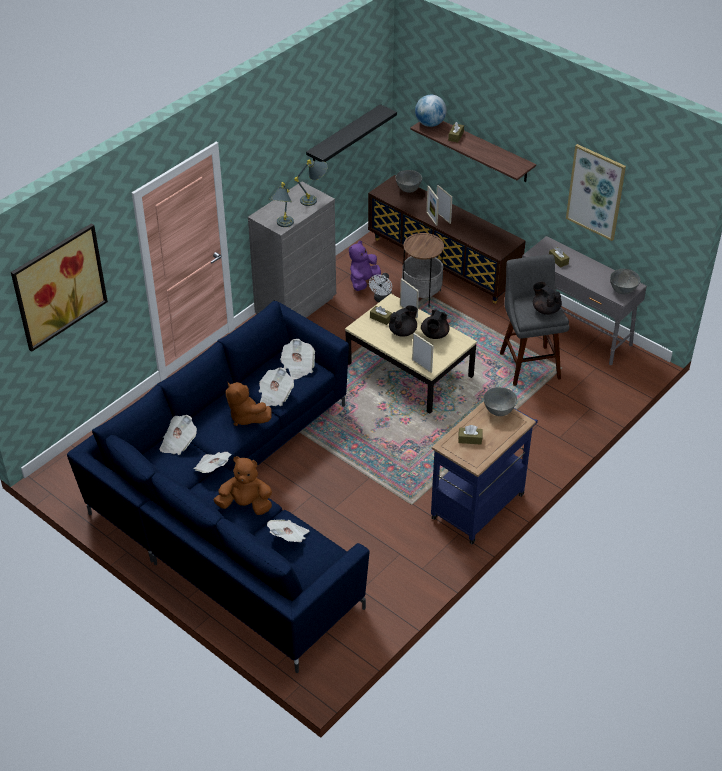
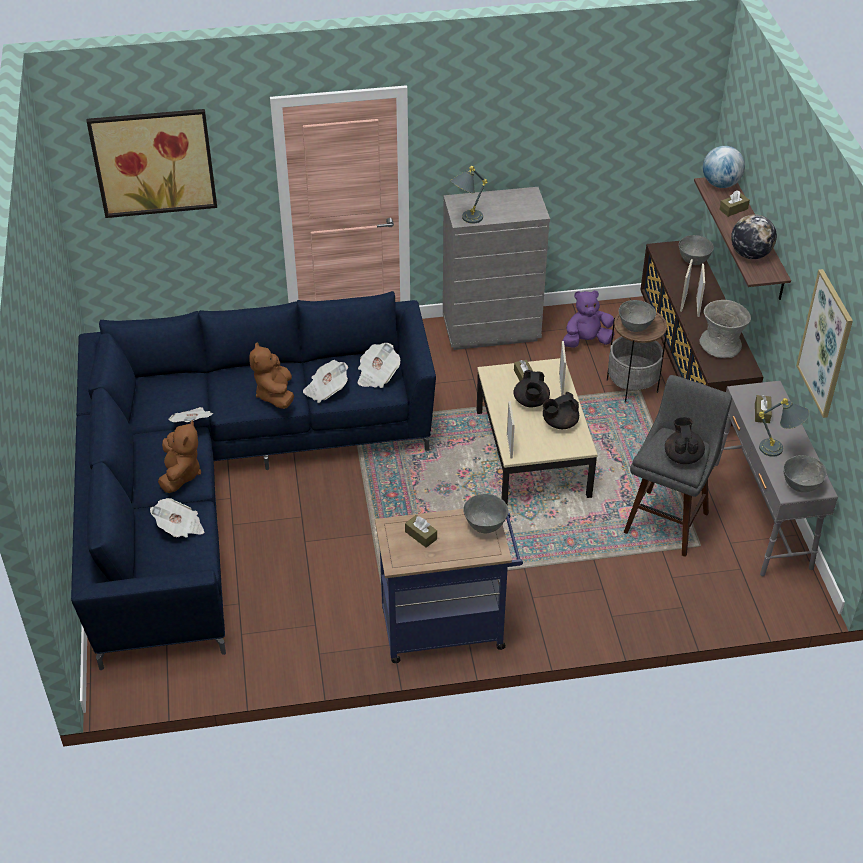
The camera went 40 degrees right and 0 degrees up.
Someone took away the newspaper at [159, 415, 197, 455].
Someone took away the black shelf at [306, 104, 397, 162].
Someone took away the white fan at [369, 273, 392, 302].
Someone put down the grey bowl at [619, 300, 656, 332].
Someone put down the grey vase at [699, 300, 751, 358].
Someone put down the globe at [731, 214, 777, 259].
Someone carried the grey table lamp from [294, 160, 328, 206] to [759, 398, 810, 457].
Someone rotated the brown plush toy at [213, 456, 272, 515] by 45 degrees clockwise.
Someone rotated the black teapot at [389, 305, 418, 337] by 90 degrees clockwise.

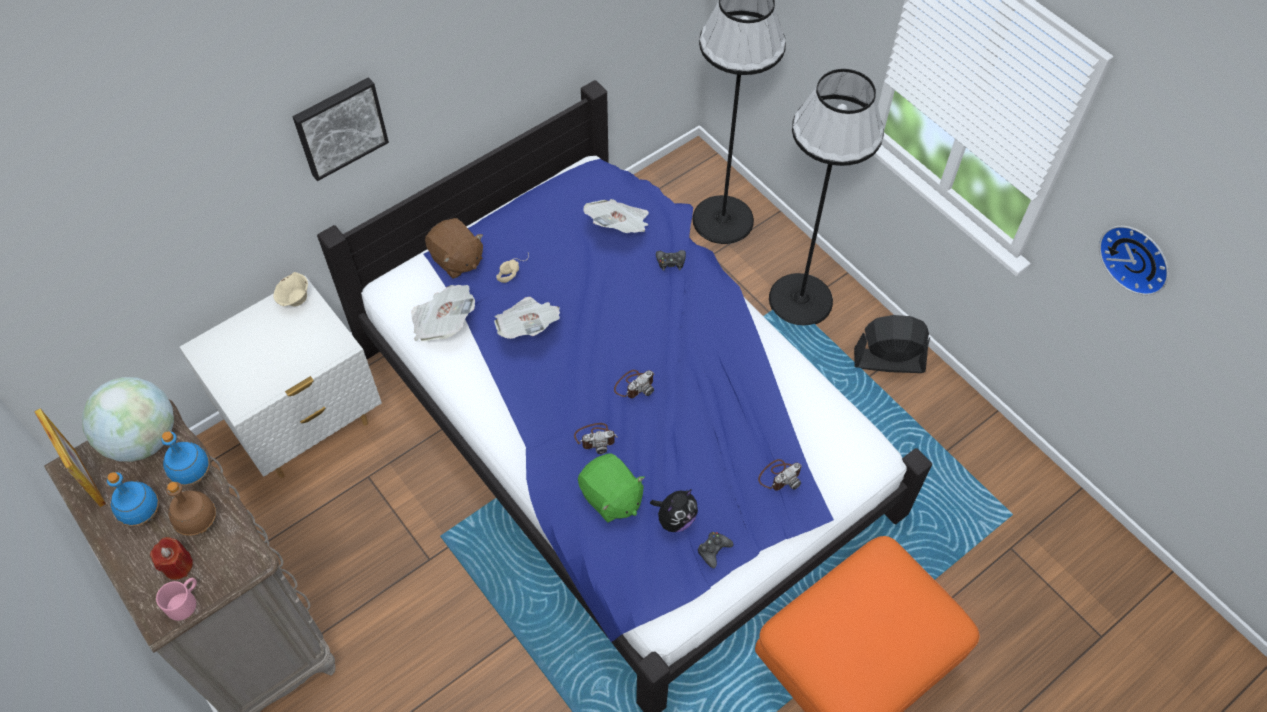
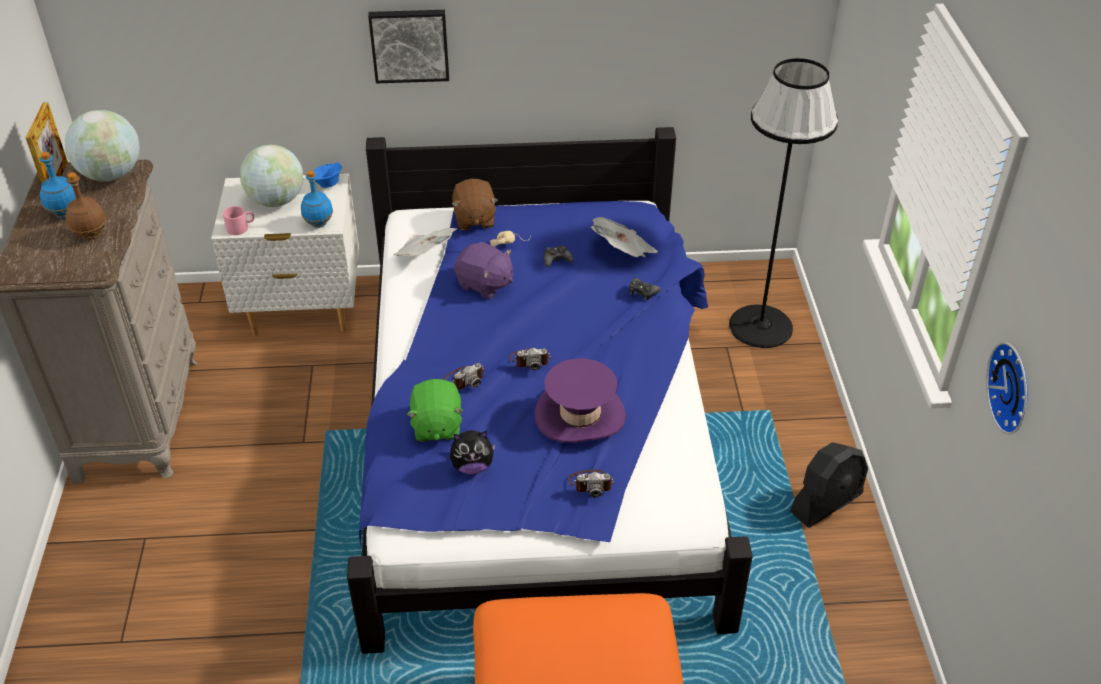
The camera went 35 degrees right and 15 degrees down.
Someone took away the red candle at [150, 537, 193, 580].
Someone took away the black floor lamp at [769, 69, 884, 325].
Someone put down the globe at [240, 145, 303, 207].
Someone put down the purple hat at [535, 358, 626, 443].
Someone carried the pink mug from [156, 578, 197, 621] to [223, 206, 254, 235].
Someone carried the blue bottle from [161, 431, 210, 486] to [301, 171, 333, 228].
Someone carried the black game controller from [698, 532, 733, 569] to [544, 245, 573, 267].
Someone swapped the newspaper at [494, 297, 560, 339] for the purple plush toy at [454, 242, 513, 299].
Someone repainted the beige bowl at [273, 272, 308, 306], which became the blue bowl at [313, 162, 342, 188].
Someone rotated the photo camera at [574, 423, 618, 454] by 60 degrees counterclockwise.
Someone rotated the black fan at [854, 315, 930, 373] by 105 degrees clockwise.

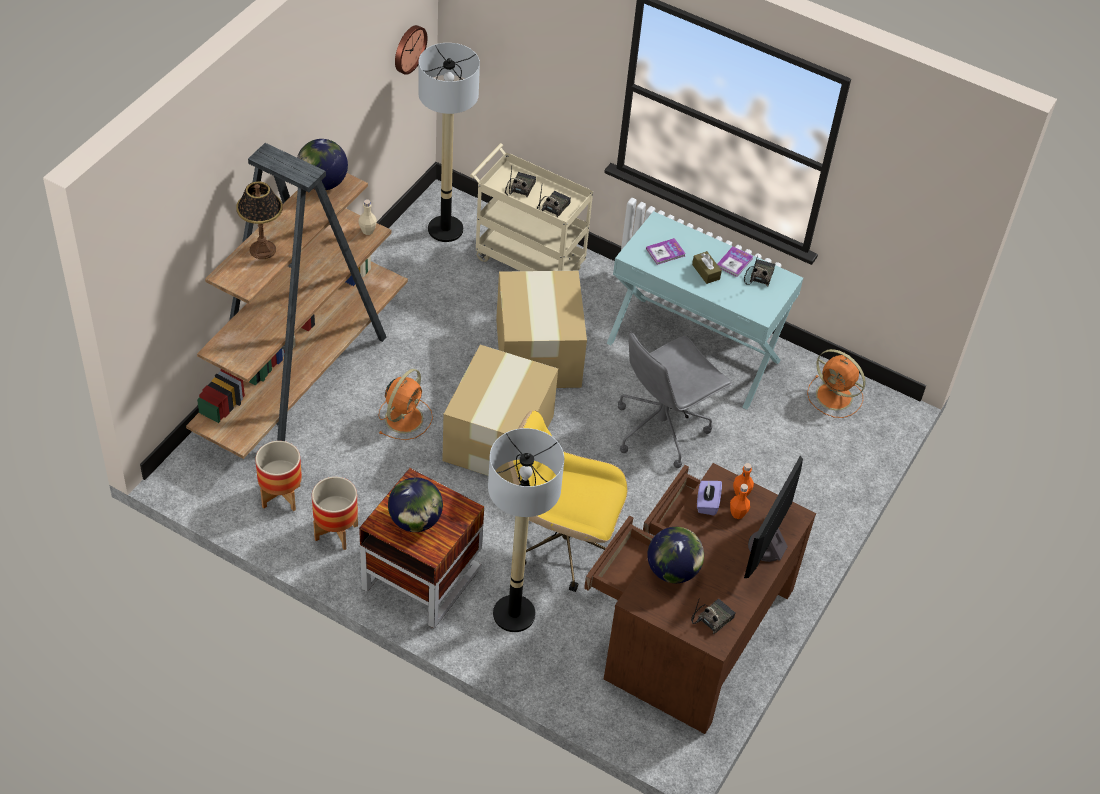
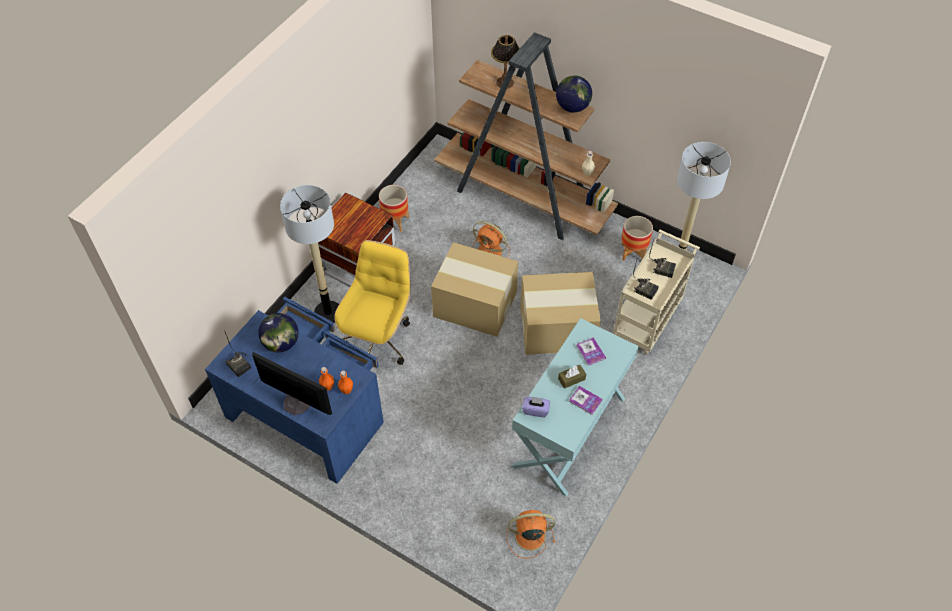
The camera went 95 degrees right and 5 degrees up.
Someone took away the globe at [388, 477, 443, 532].
Someone took away the wall clock at [395, 25, 427, 75].
Someone took away the grey office chair at [618, 331, 733, 468].
Someone took away the radio at [744, 255, 775, 286].
Someone carried the planter from [255, 441, 302, 511] to [621, 216, 653, 261].
Someone carried the purple tissue box from [697, 481, 722, 515] to [522, 397, 550, 417].
Someone repainted the brown desk at [584, 463, 816, 734], which became the blue desk at [205, 297, 384, 484].
Someone rotated the orange fan at [807, 349, 865, 418] by 45 degrees clockwise.

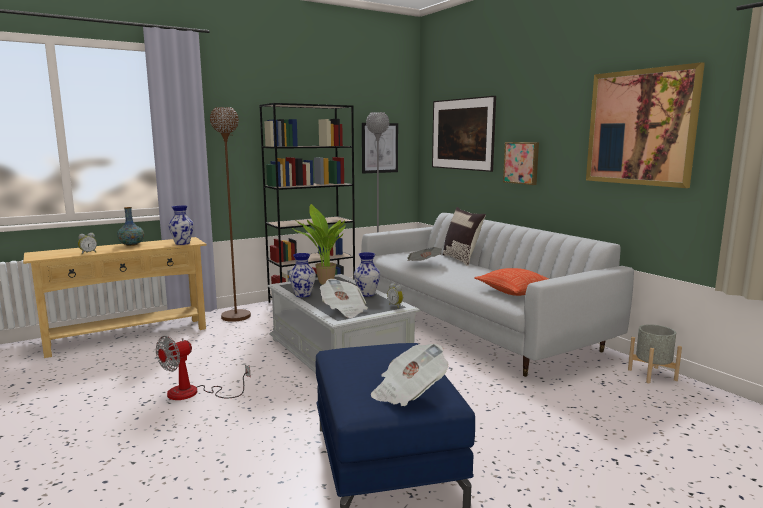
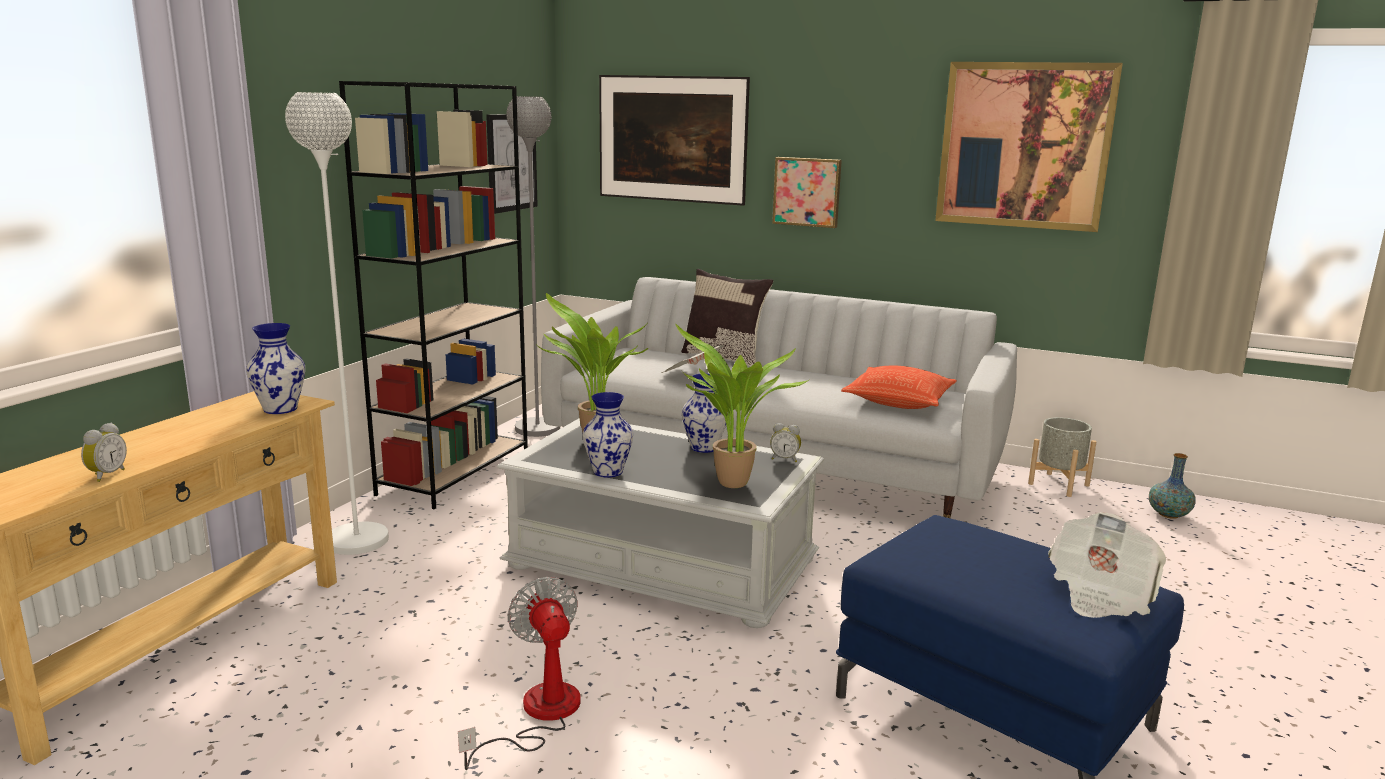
The camera went 35 degrees left and 5 degrees up.
Someone carried the vase from [117, 207, 144, 246] to [1149, 453, 1196, 519].
Someone swapped the newspaper at [320, 279, 368, 318] for the potted plant at [675, 323, 810, 488].
Someone repainted the brown floor lamp at [210, 107, 251, 322], which became the white floor lamp at [285, 92, 389, 555].
Someone rotated the fan at [156, 336, 250, 400] by 150 degrees clockwise.

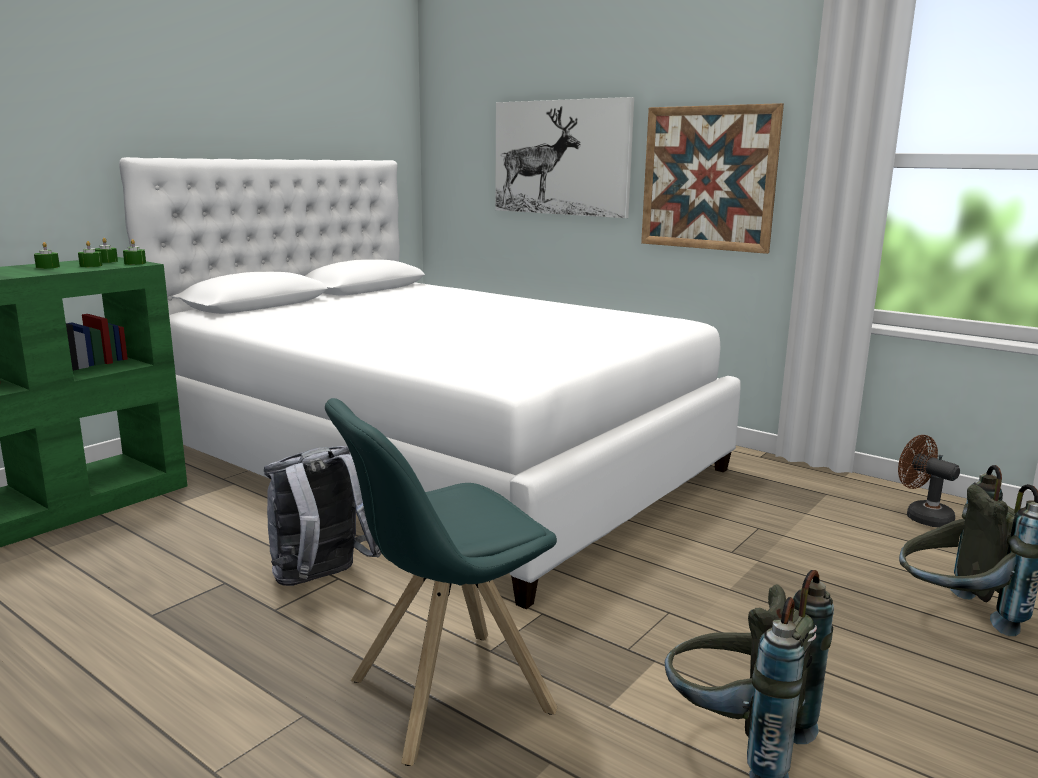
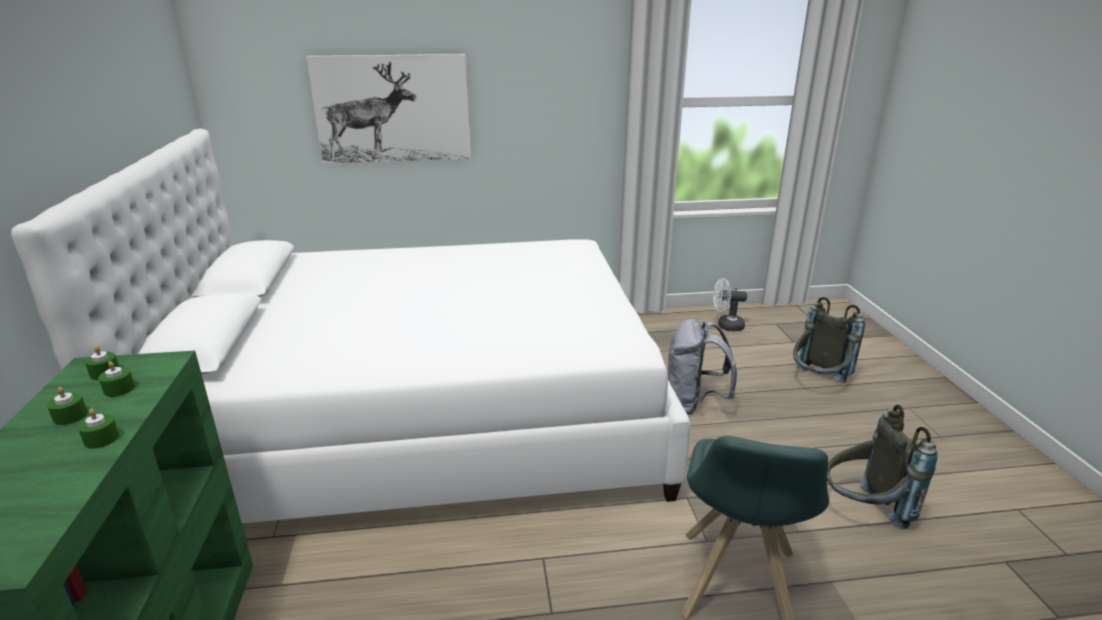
The camera went 45 degrees left and 10 degrees up.
Someone took away the picture at [641, 103, 784, 254].
Someone carried the green candle from [123, 239, 146, 265] to [78, 408, 120, 449].
Someone carried the grey backpack from [264, 446, 382, 586] to [668, 318, 737, 414].
Someone repainted the brown fan at [898, 435, 960, 527], which became the white fan at [713, 278, 747, 331].

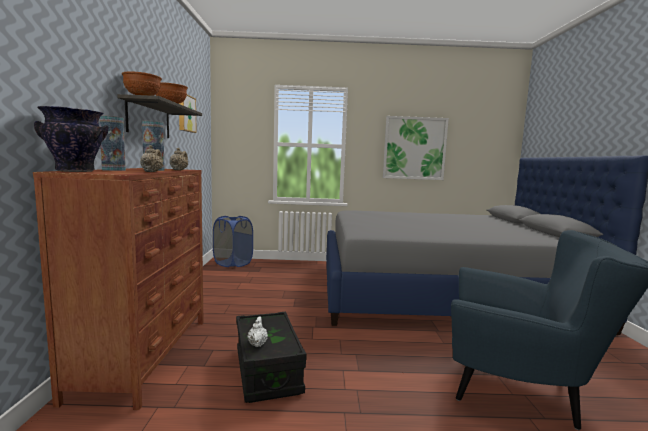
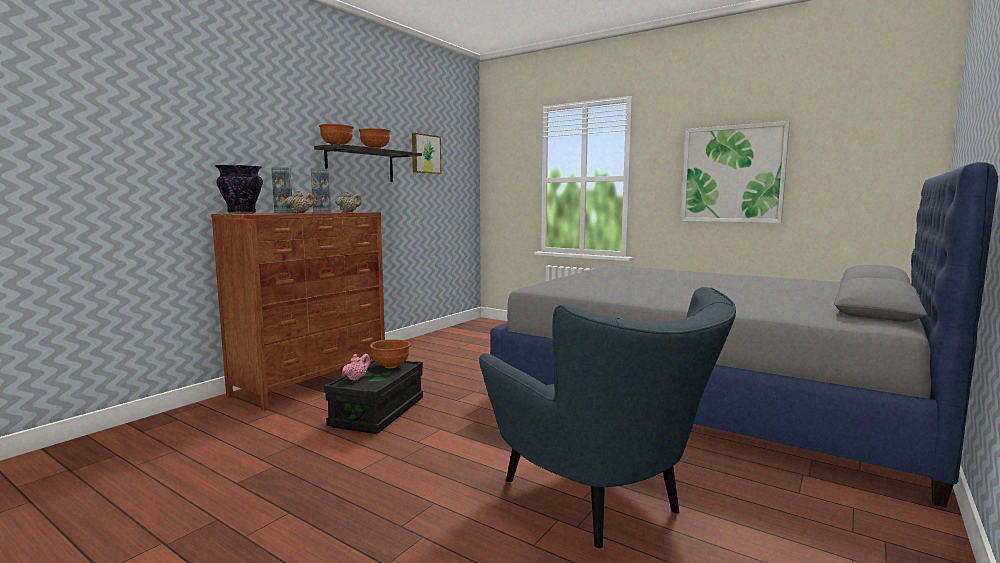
The camera went 35 degrees right and 0 degrees up.
Someone took away the blue laundry basket at [213, 216, 253, 267].
Someone put down the brown bowl at [370, 339, 411, 368].
Someone repainted the white teapot at [247, 316, 268, 347], which became the pink teapot at [343, 354, 371, 381].

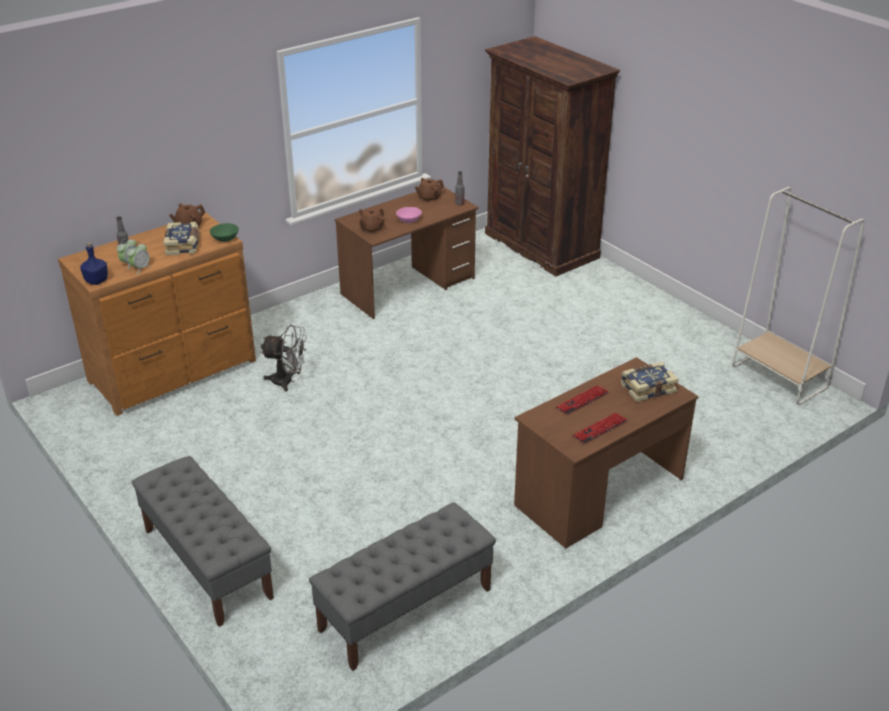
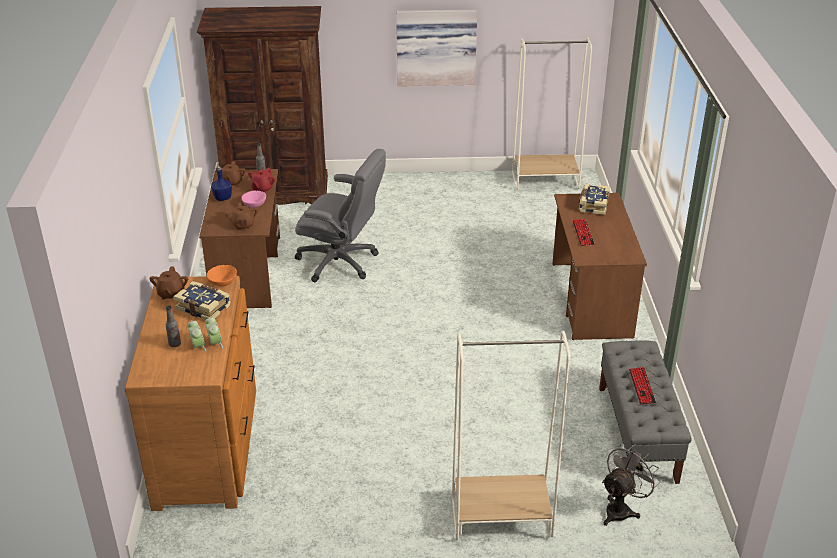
The camera went 55 degrees left and 0 degrees up.
Someone put down the red teapot at [248, 167, 275, 193].
Someone put down the grey office chair at [295, 149, 386, 282].
Someone put up the picture at [396, 10, 477, 86].
Someone carried the blue bottle from [80, 243, 108, 285] to [211, 166, 232, 201].
Someone carried the grey fan from [261, 325, 307, 392] to [602, 444, 661, 526].
Someone carried the keyboard from [572, 413, 628, 444] to [629, 367, 656, 405].
Someone swapped the grey bench at [132, 456, 274, 627] for the clothes rack at [452, 331, 570, 540].
Someone repainted the green bowl at [210, 223, 239, 242], which became the orange bowl at [207, 265, 237, 287].

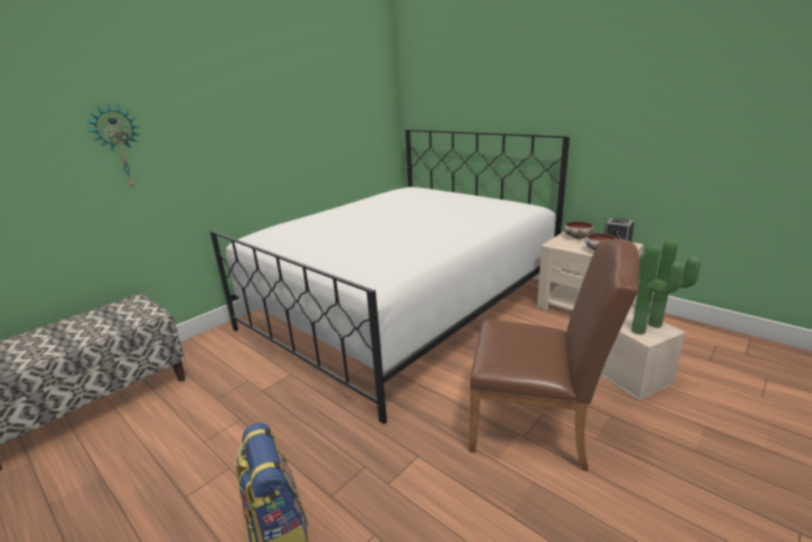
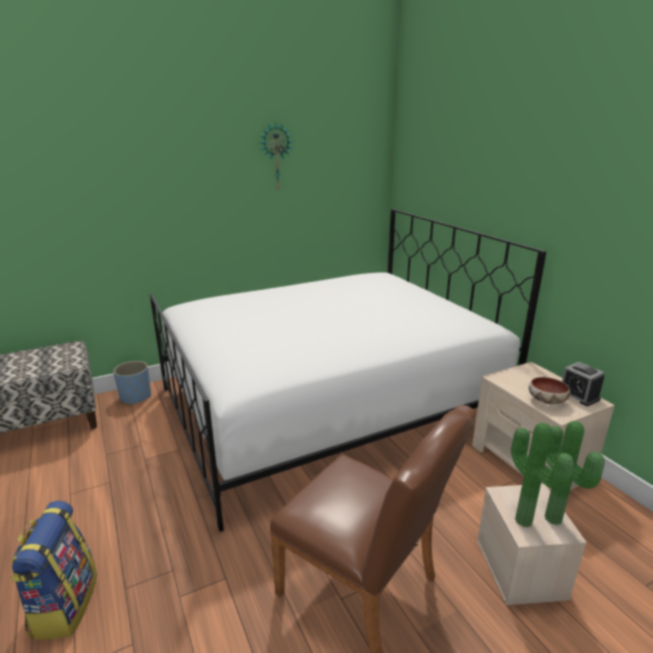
The camera went 20 degrees right and 0 degrees up.
Someone took away the bowl at [564, 221, 594, 239].
Someone put down the blue planter at [113, 361, 151, 405].
Someone carried the wall clock from [87, 104, 140, 188] to [259, 122, 293, 190].

